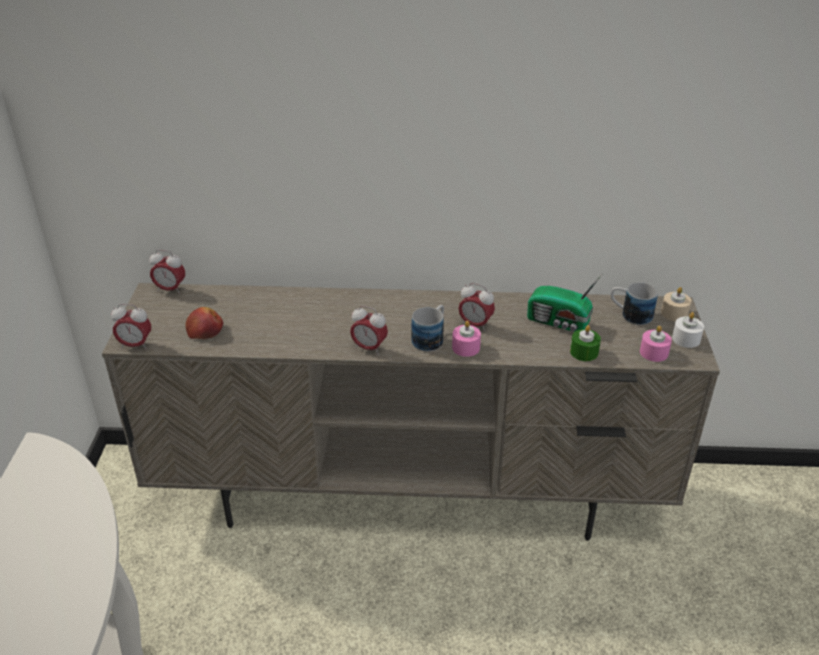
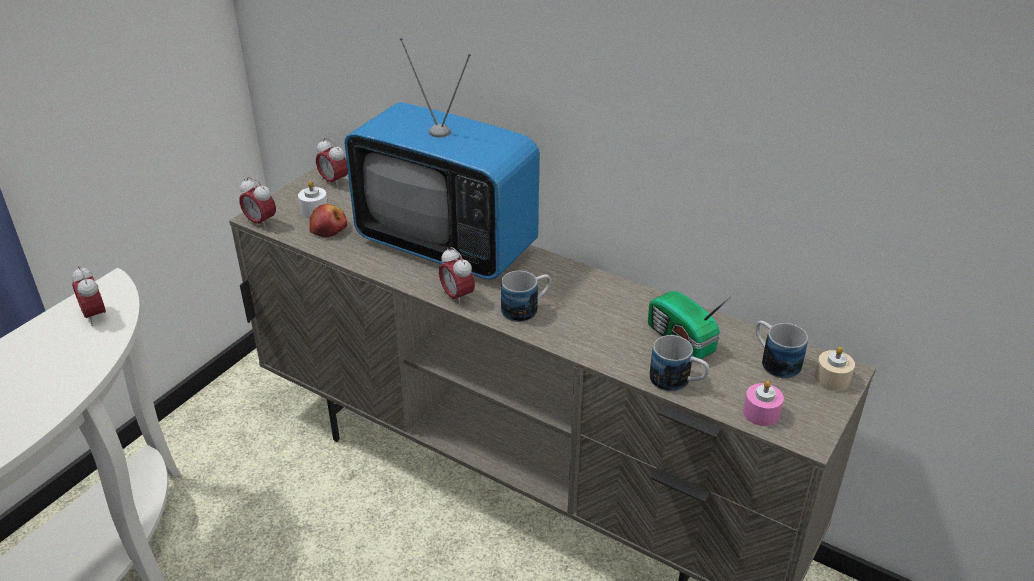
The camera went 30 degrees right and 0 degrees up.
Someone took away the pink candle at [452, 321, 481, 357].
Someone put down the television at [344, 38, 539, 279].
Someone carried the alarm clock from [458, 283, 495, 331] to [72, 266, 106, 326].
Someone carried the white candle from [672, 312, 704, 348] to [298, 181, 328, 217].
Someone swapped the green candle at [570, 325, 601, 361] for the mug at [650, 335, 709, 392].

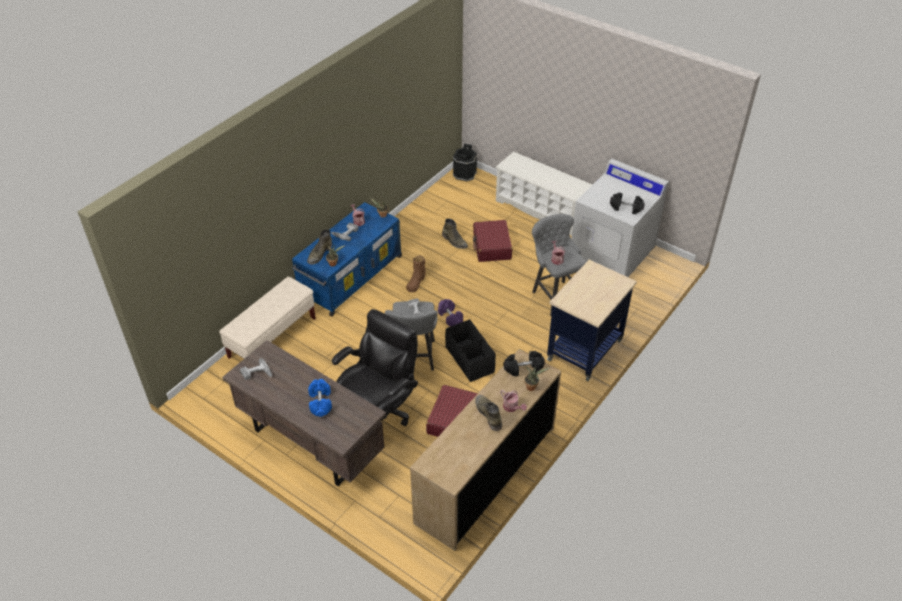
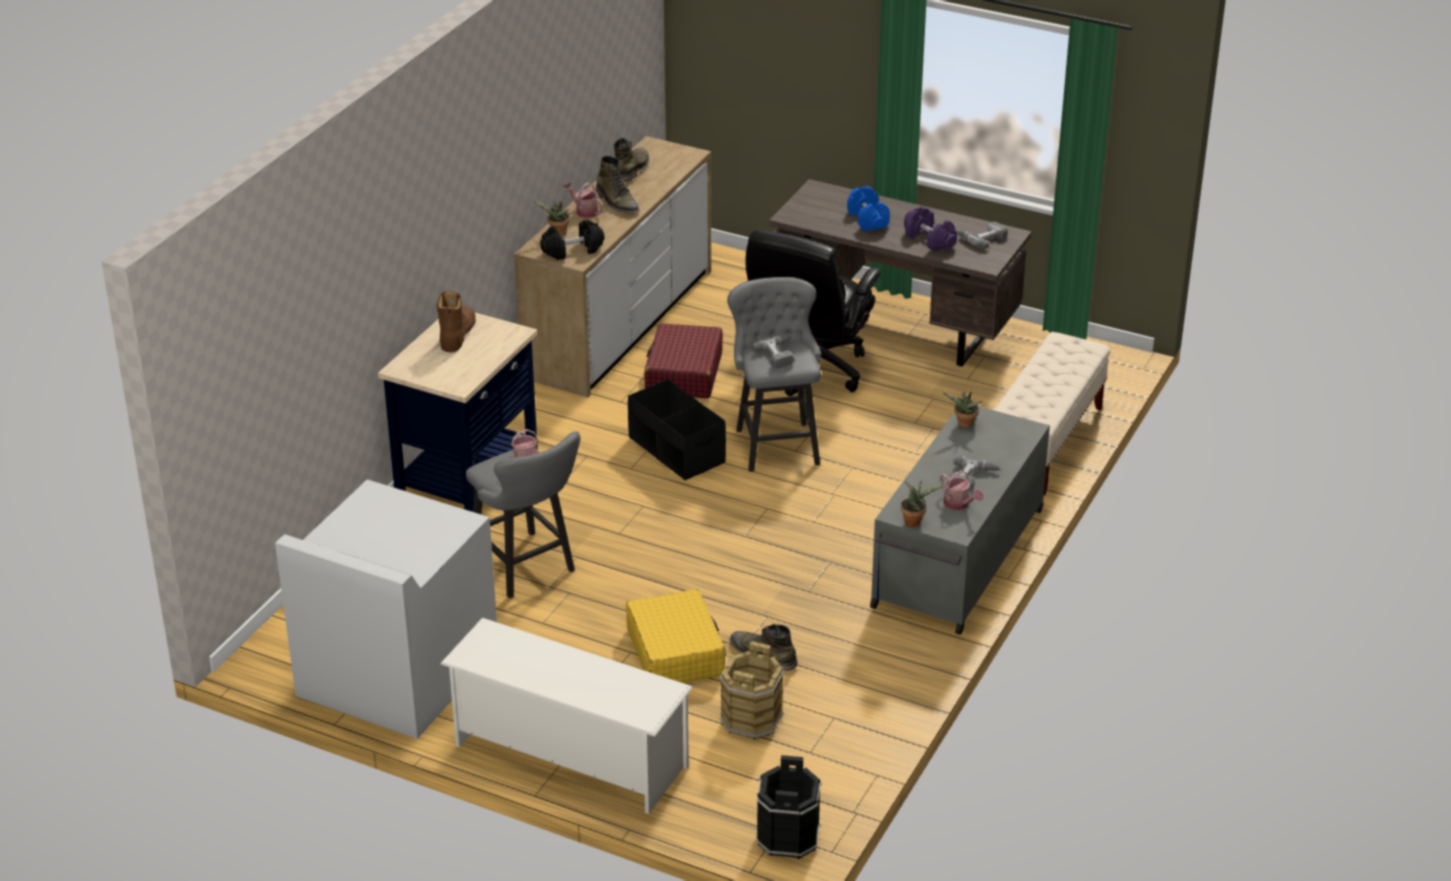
The camera went 170 degrees right and 10 degrees down.
Someone took away the black dumbbell at [610, 192, 645, 214].
Someone put down the brown bucket at [720, 641, 785, 740].
Someone carried the green boot from [307, 229, 332, 265] to [614, 138, 649, 182].
Someone carried the brown boot from [406, 255, 426, 292] to [437, 291, 476, 352].
Someone carried the purple dumbbell from [438, 299, 463, 327] to [904, 207, 957, 252].
Someone repainted the blue cabinet at [292, 202, 402, 316], which became the grey cabinet at [870, 406, 1050, 635].
Someone repainted the red suitcase at [473, 220, 512, 262], which became the yellow suitcase at [626, 589, 726, 683].

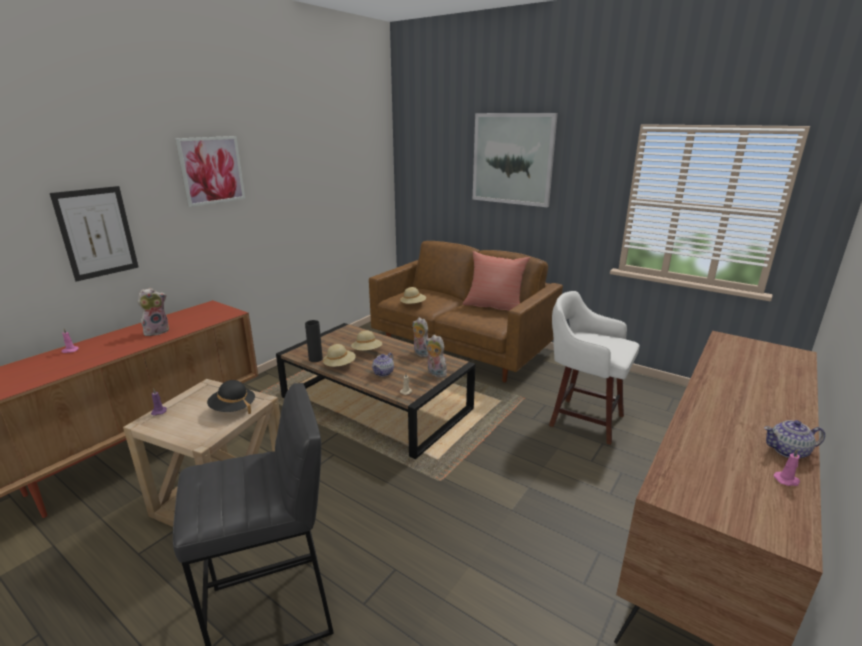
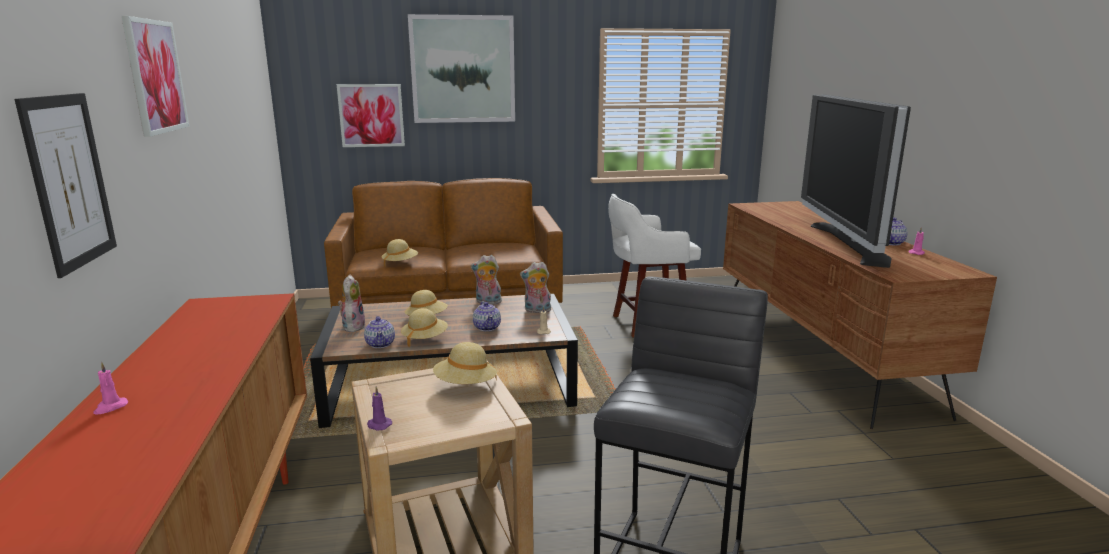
The camera went 45 degrees left and 5 degrees down.
Someone took away the red pillow at [463, 251, 530, 311].
Someone put up the picture at [337, 84, 405, 147].
Someone put down the television at [801, 94, 911, 268].
Someone carried the plush toy from [138, 288, 169, 336] to [338, 275, 366, 332].
Someone swapped the black vase at [305, 320, 323, 362] for the teapot at [364, 316, 395, 348].
Someone repainted the black hat at [207, 380, 255, 414], which became the beige hat at [433, 342, 497, 384].

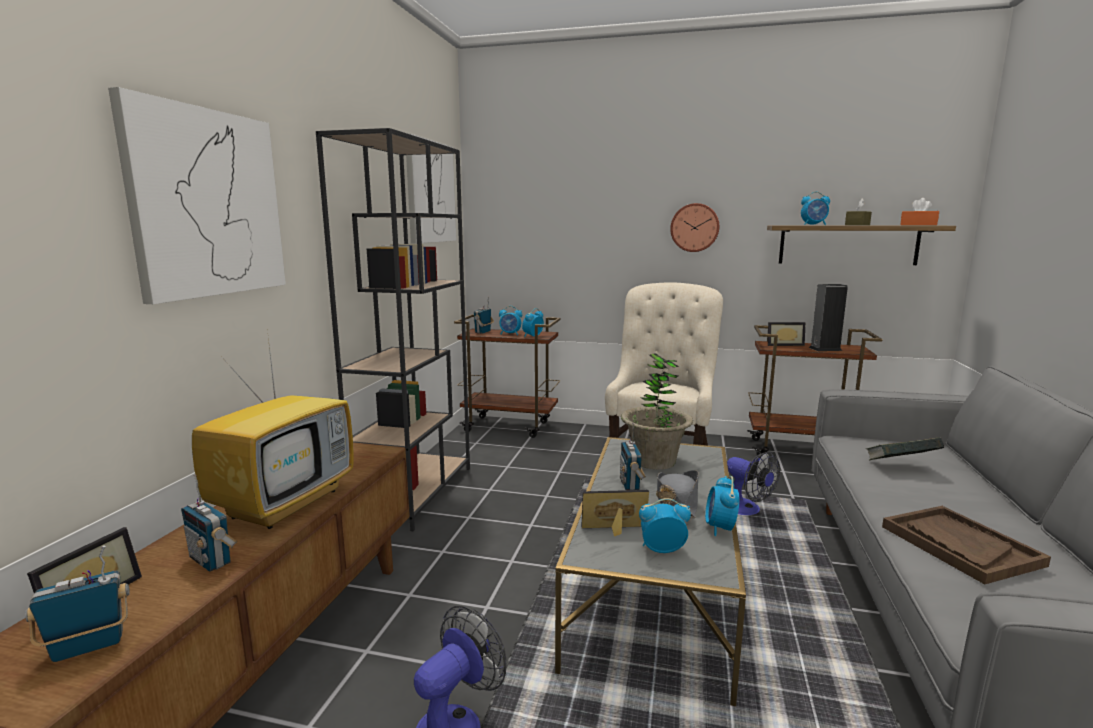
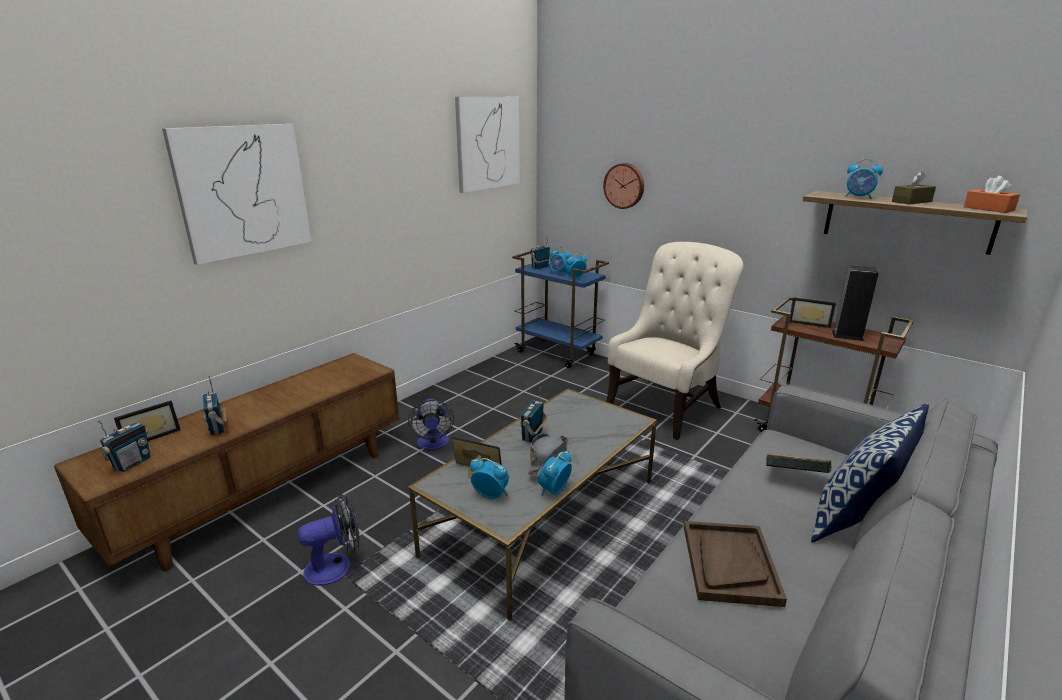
The camera went 25 degrees right and 10 degrees up.
Someone took away the television at [192, 338, 354, 529].
Someone took away the bookcase at [316, 128, 470, 531].
Someone took away the potted plant at [621, 353, 693, 470].
Someone put down the pillow at [811, 403, 929, 543].
Someone carried the wall clock from [670, 203, 719, 252] to [603, 163, 644, 209].
Someone carried the fan from [727, 452, 780, 515] to [408, 399, 454, 450].
Someone repainted the brown cart at [454, 314, 561, 438], which became the blue cart at [512, 251, 609, 368].
Someone rotated the radio at [25, 545, 130, 662] by 120 degrees clockwise.

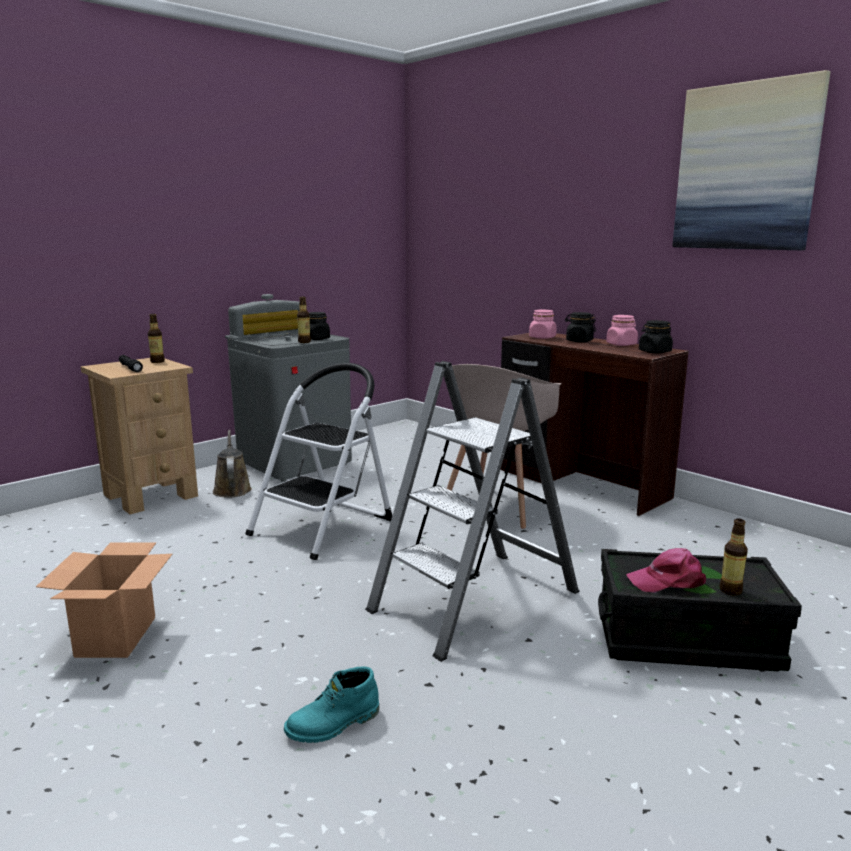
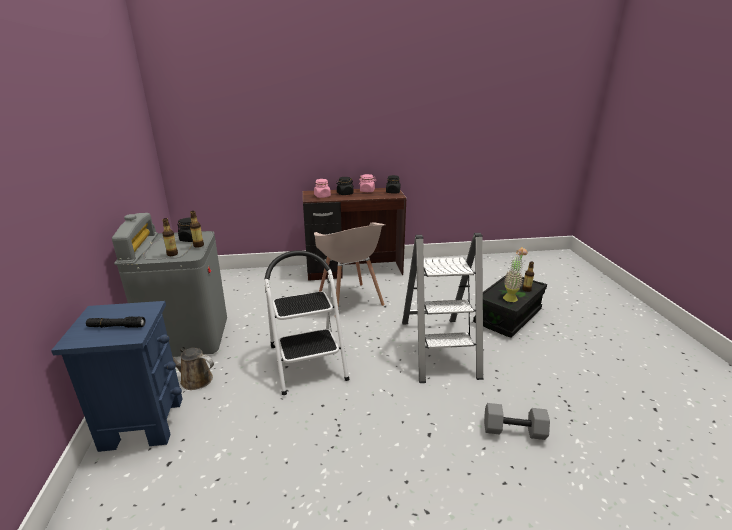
The camera went 55 degrees left and 10 degrees up.
Someone took away the cardboard box at [36, 543, 172, 658].
Someone took away the picture at [673, 70, 830, 250].
Someone carried the bottle from [148, 314, 165, 363] to [162, 218, 178, 256].
Someone swapped the turquoise boot at [284, 666, 379, 743] for the grey dumbbell at [484, 403, 550, 440].
Someone swapped the pink cap at [626, 548, 706, 593] for the potted plant at [503, 248, 528, 302].
Someone repainted the beige nightstand at [80, 358, 198, 514], which became the blue nightstand at [51, 301, 182, 452].

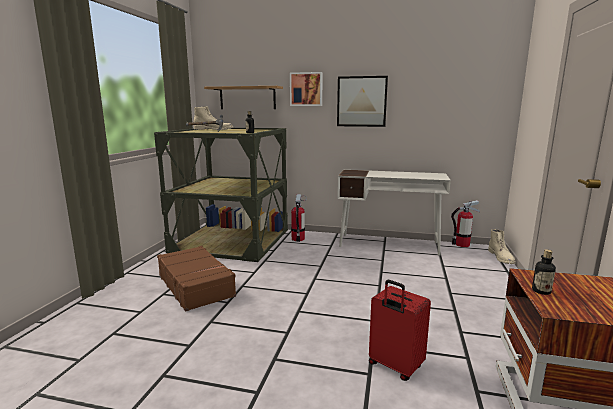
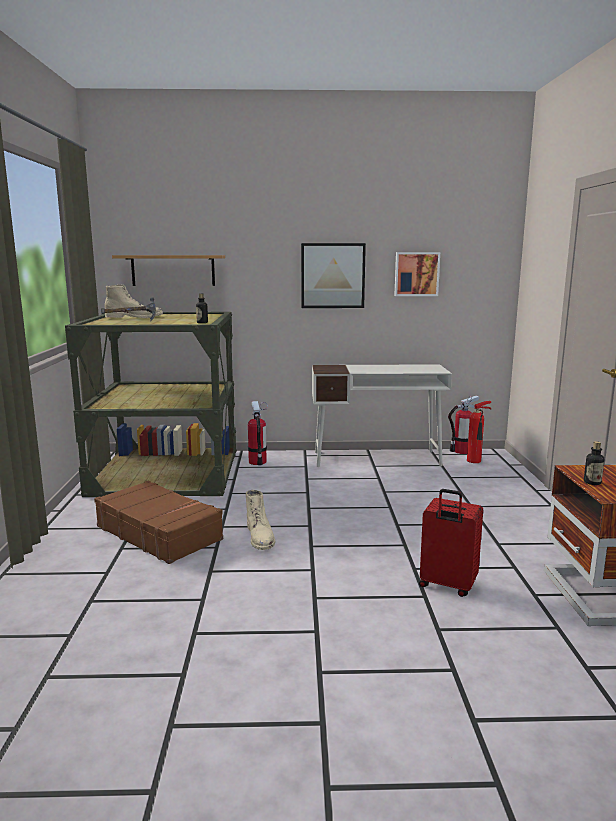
The camera went 15 degrees left and 0 degrees up.
Someone put down the fire extinguisher at [467, 401, 492, 463].
Someone carried the picture from [290, 72, 323, 106] to [394, 252, 440, 296].
Someone carried the beige boot from [488, 229, 516, 264] to [246, 490, 276, 550].

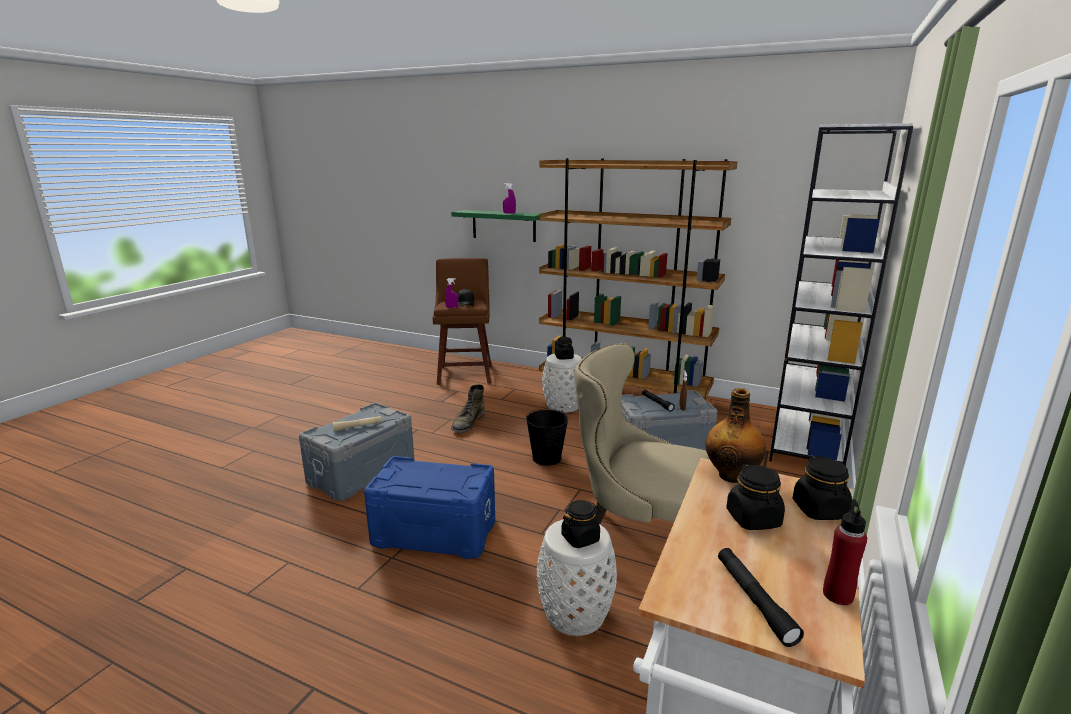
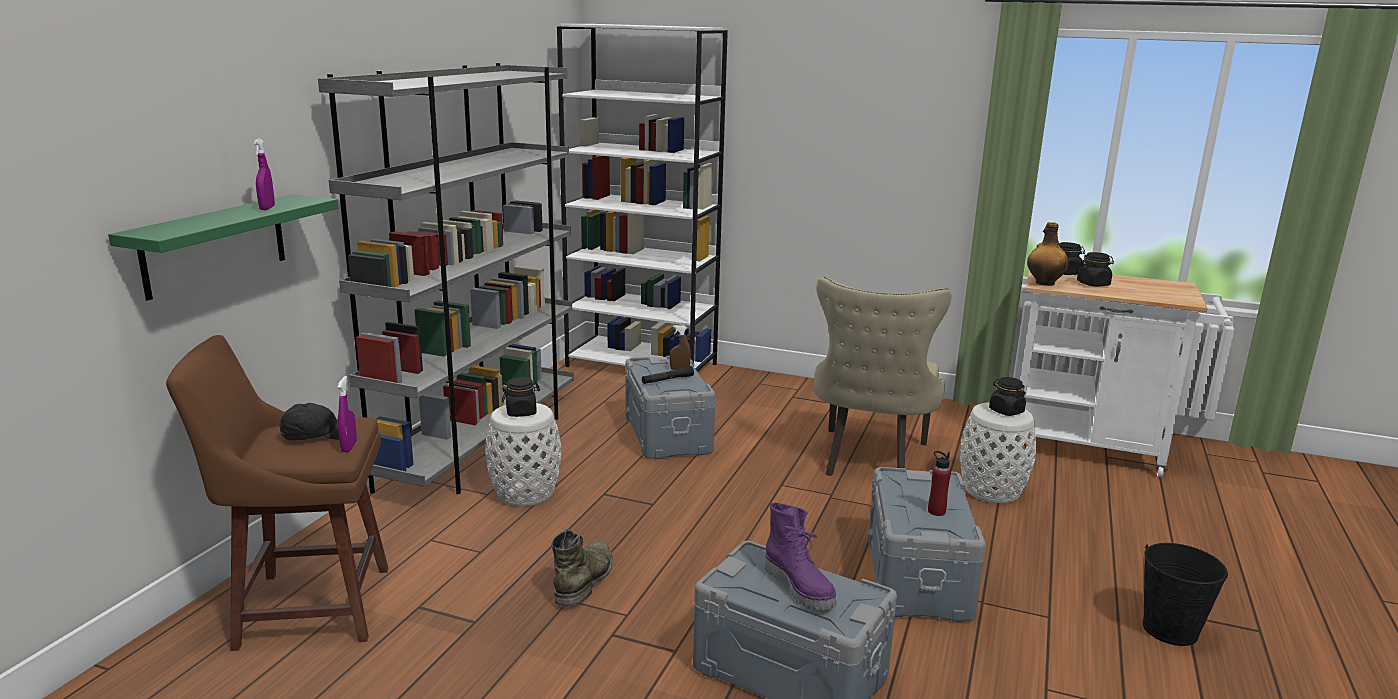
The camera went 95 degrees left and 0 degrees up.
Someone took away the black flashlight at [718, 548, 804, 647].
Someone carried the black bucket from [526, 409, 568, 466] to [1143, 543, 1228, 646].
Someone carried the red bottle from [823, 499, 867, 605] to [928, 451, 951, 516].
Someone swapped the beige flashlight at [332, 416, 382, 431] for the purple boot at [765, 503, 836, 610].
Someone repainted the blue storage box at [364, 456, 495, 559], which became the grey storage box at [867, 467, 986, 622].
Someone repainted the brown bookcase at [539, 158, 738, 399], which became the grey bookcase at [318, 63, 574, 494].
Someone rotated the green boot at [451, 384, 484, 433] by 90 degrees counterclockwise.

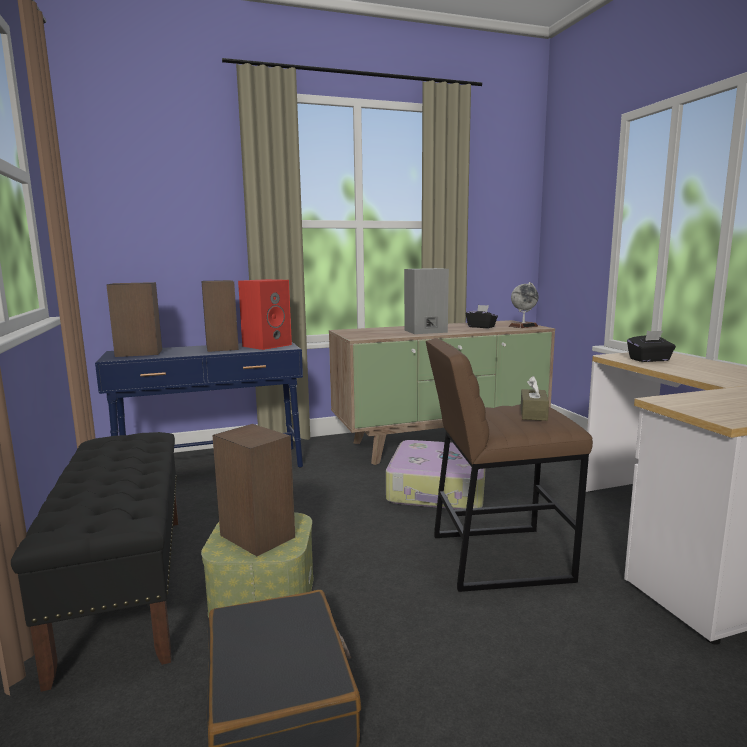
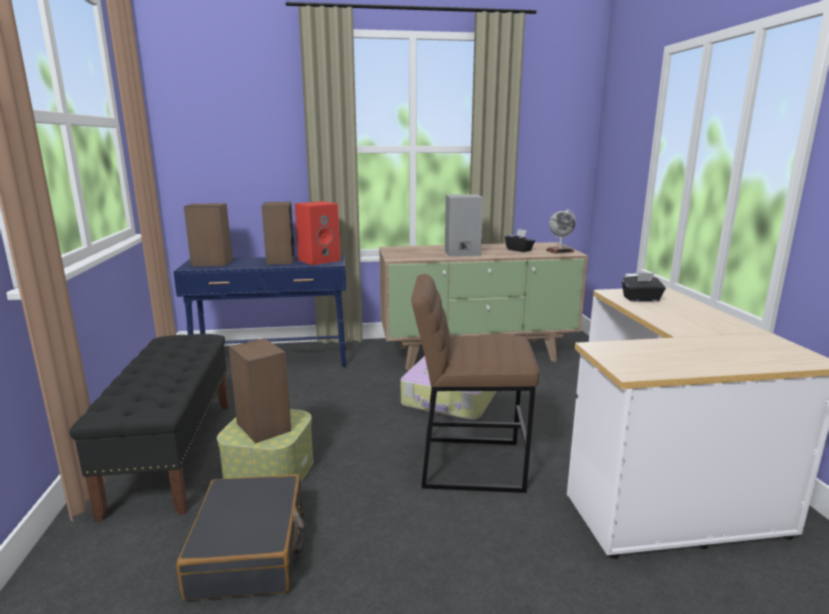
The camera went 10 degrees right and 5 degrees up.
Someone took away the brown tissue box at [521, 376, 549, 421].

